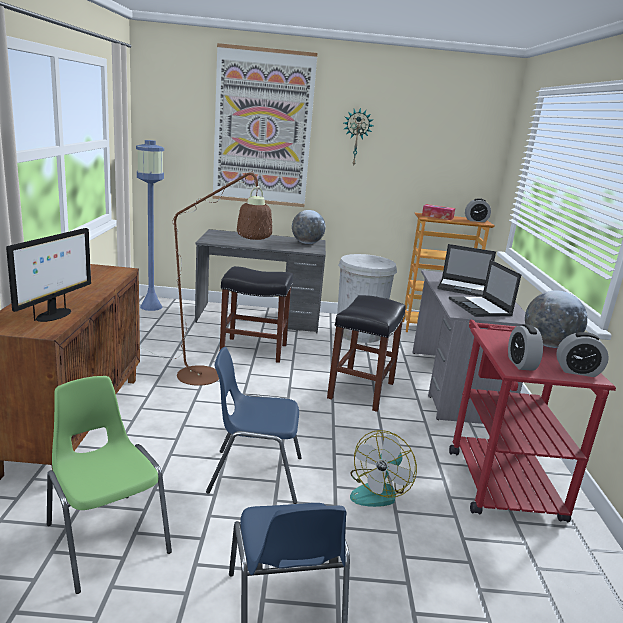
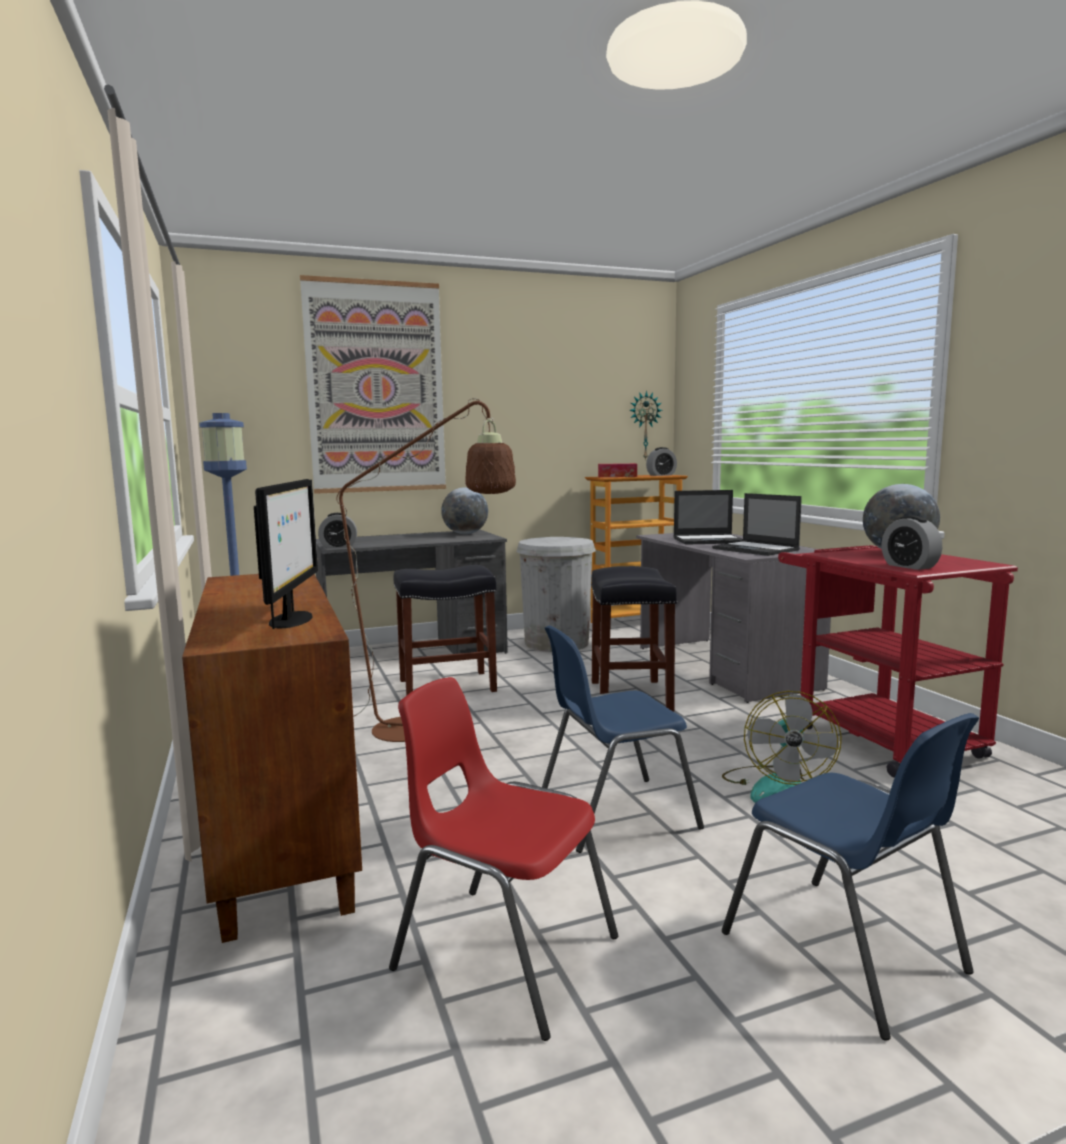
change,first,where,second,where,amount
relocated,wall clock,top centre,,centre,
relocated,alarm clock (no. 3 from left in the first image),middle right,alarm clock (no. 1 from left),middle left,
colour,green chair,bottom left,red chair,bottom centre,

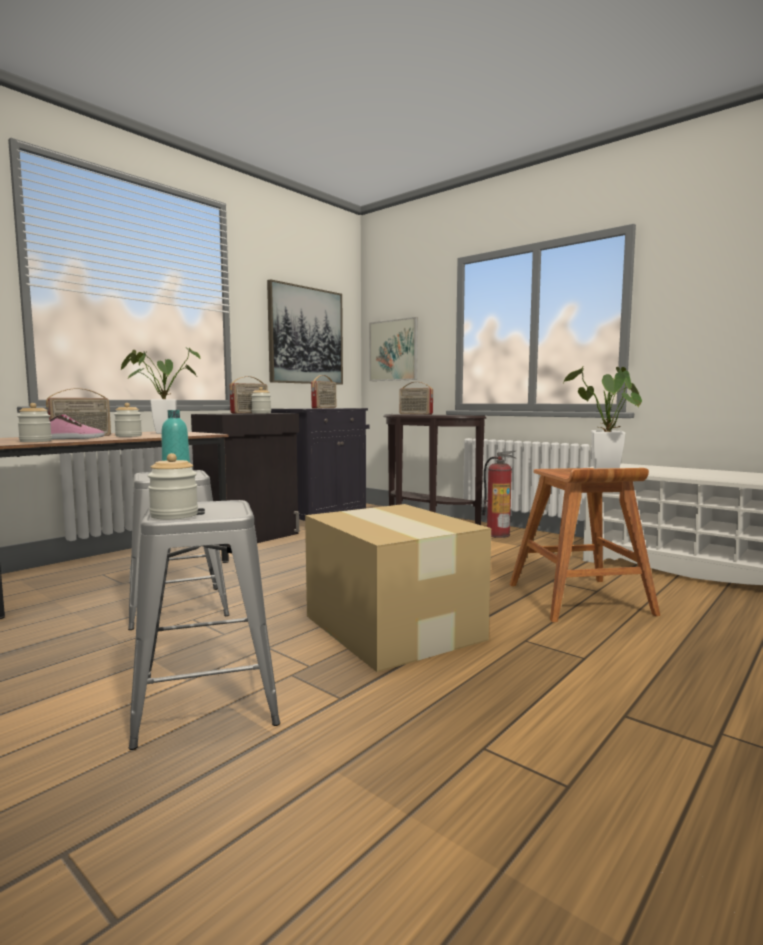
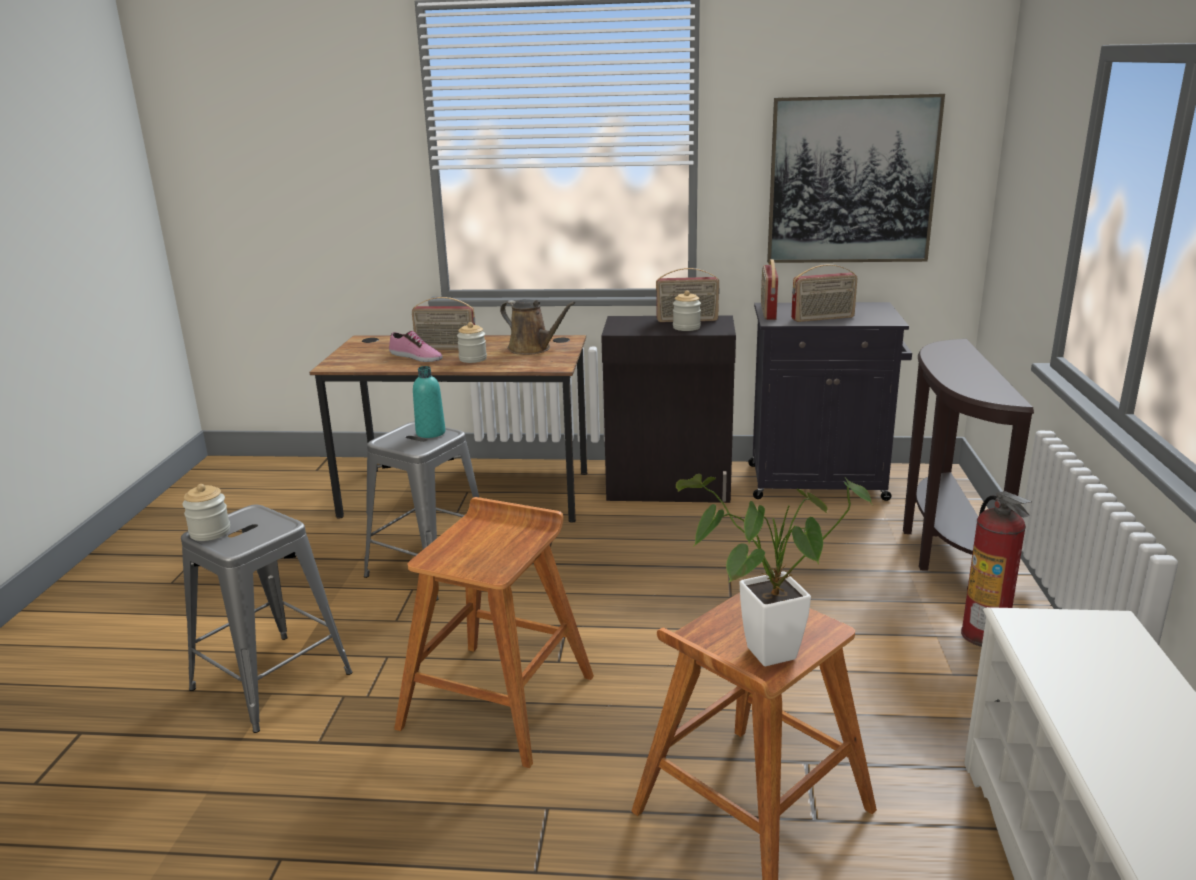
change,first,where,second,where,amount
missing,jar (no. 1 from left),middle left,,,
missing,picture (no. 2 from left),centre,,,
relocated,radio (no. 4 from left in the first image),centre,radio (no. 3 from left),top centre,
exchanged,potted plant (no. 1 from left),middle left,brown watering can,centre,
exchanged,cardboard box,centre,brown stool (no. 1 from left),bottom centre,

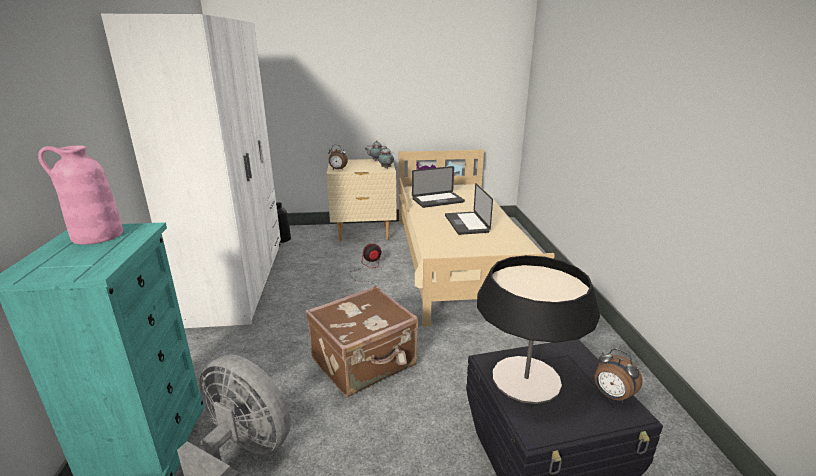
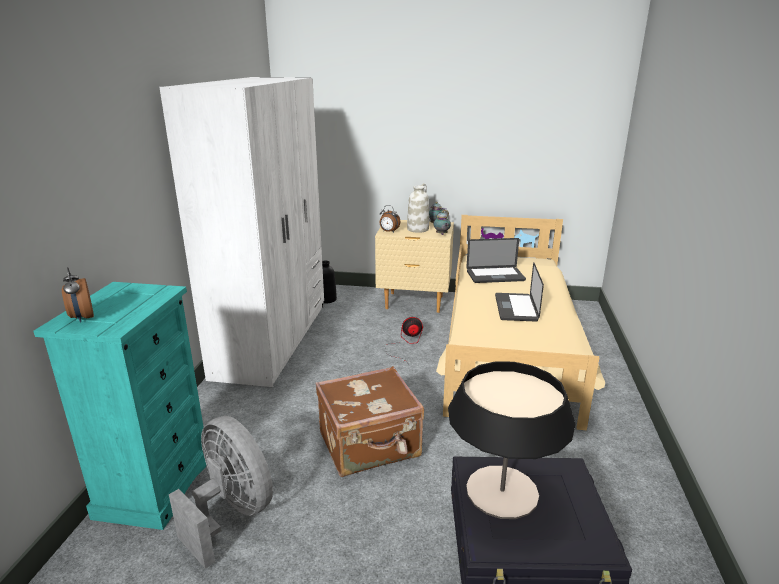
change,first,where,second,where,amount
missing,pink vase,middle left,,,
appeared,,,white vase,centre,
relocated,alarm clock (no. 2 from left in the first image),bottom right,alarm clock (no. 1 from left),middle left,

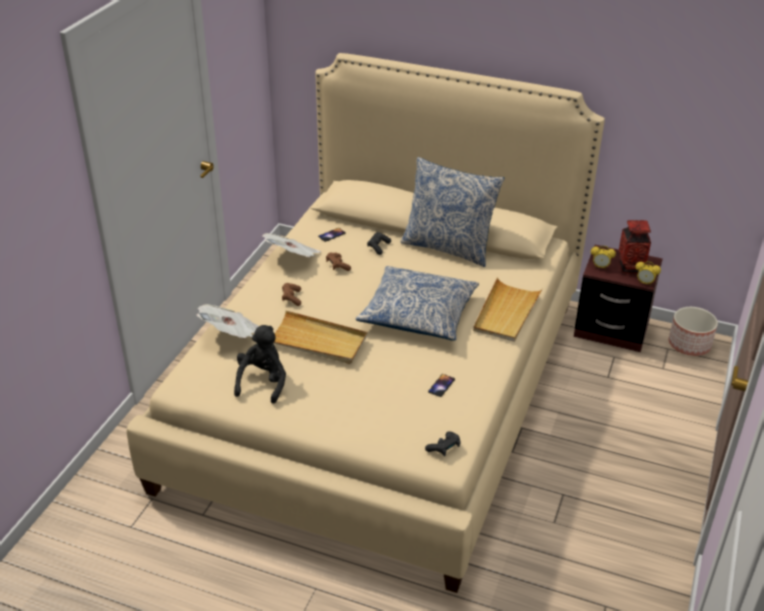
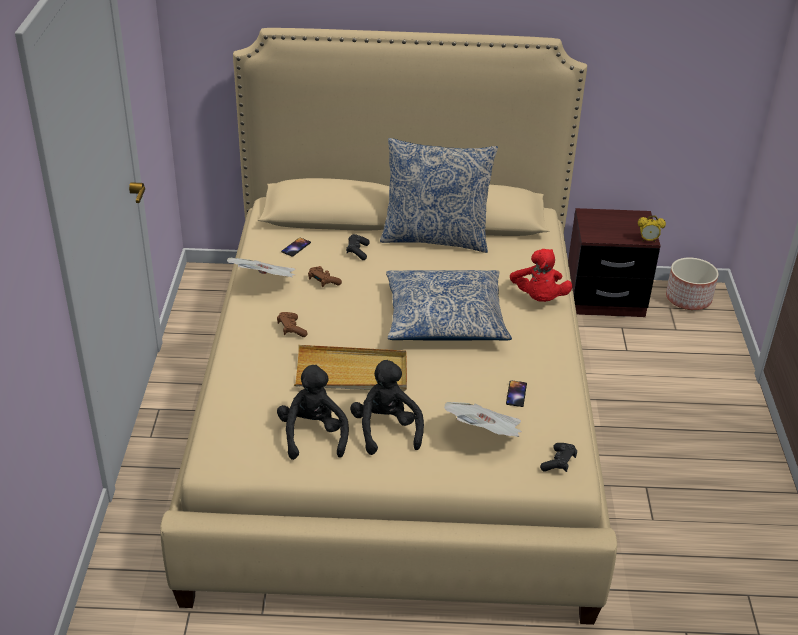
change,first,where,second,where,amount
missing,alarm clock (no. 1 from left),middle right,,,
missing,vase,middle right,,,
appeared,,,black plush toy (no. 2 from left),centre,
relocated,newspaper (no. 1 from left in the first image),middle left,newspaper (no. 2 from left),centre,
exchanged,beige tray (no. 2 from left),centre,red plush toy,middle right,

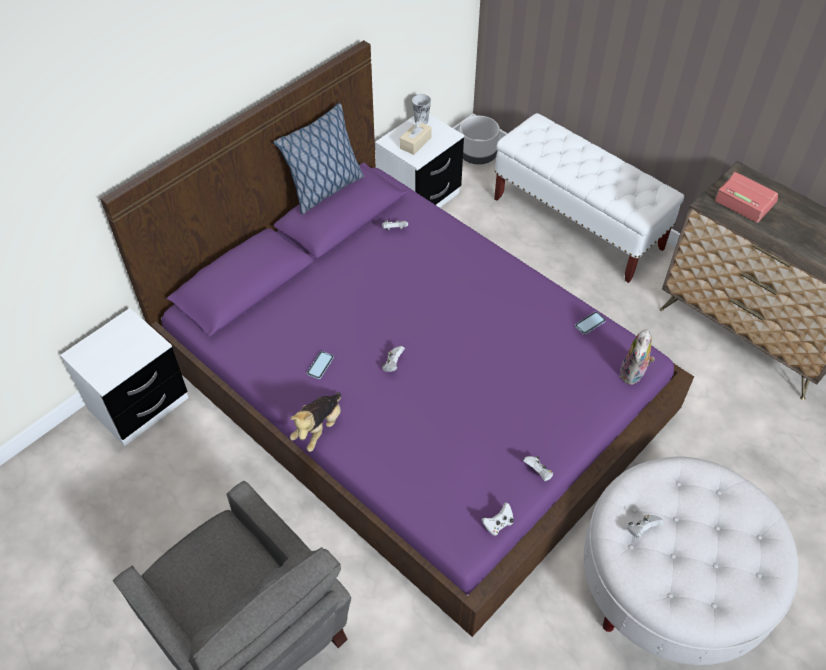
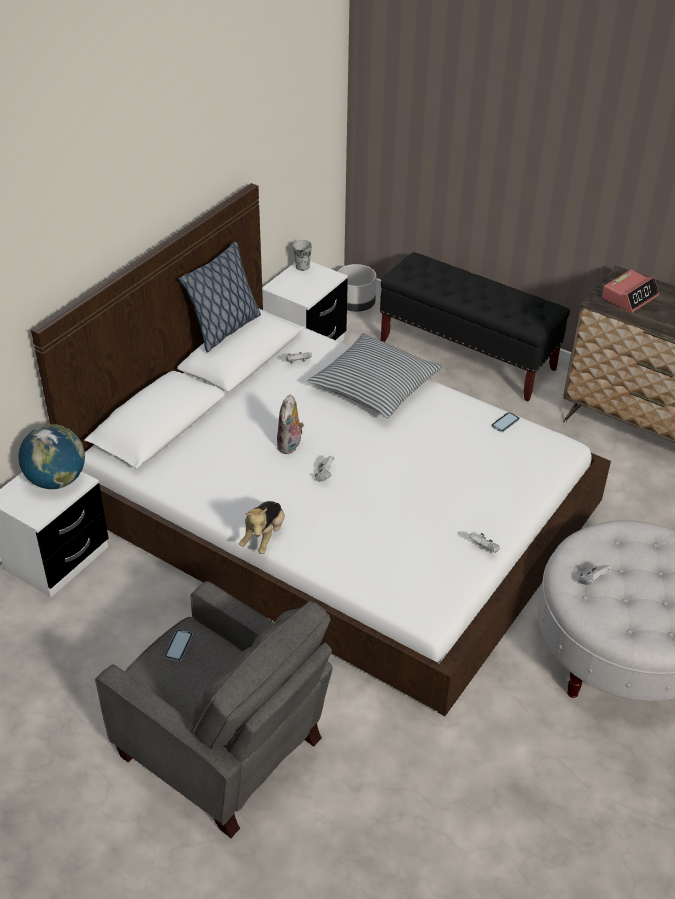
change,first,where,second,where,amount
missing,beige tissue box,top centre,,,
missing,white game controller (no. 3 from left),bottom centre,,,
appeared,,,globe,middle left,
appeared,,,pillow (no. 2 from left),centre,
relocated,phone (no. 1 from left),centre,,bottom left,
relocated,plush toy (no. 2 from left),middle right,,centre,
colour,purple bed,centre,white bed,centre,
colour,white bench,top right,black bench,middle right,
spun,alarm clock,top right,,top right,105 degrees clockwise

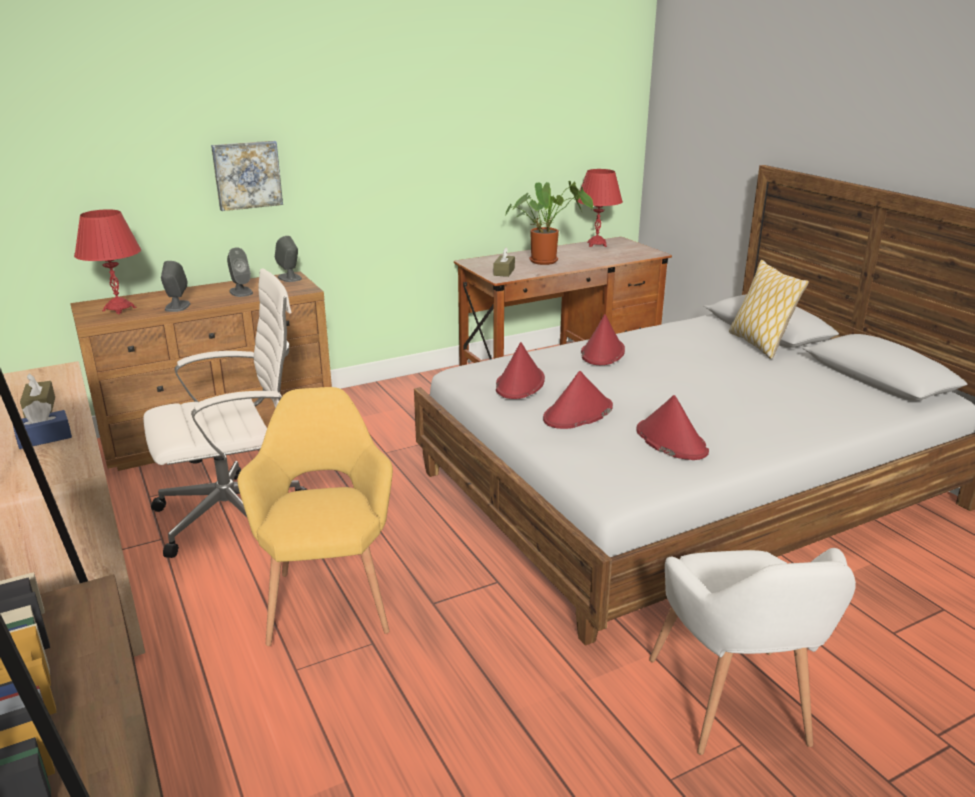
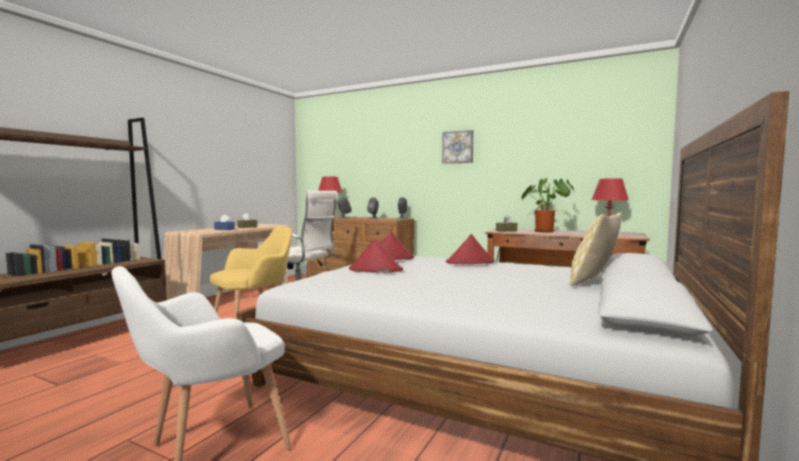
change,first,where,second,where,amount
missing,red hat (no. 4 from left),middle right,,,
relocated,picture,top left,,top centre,

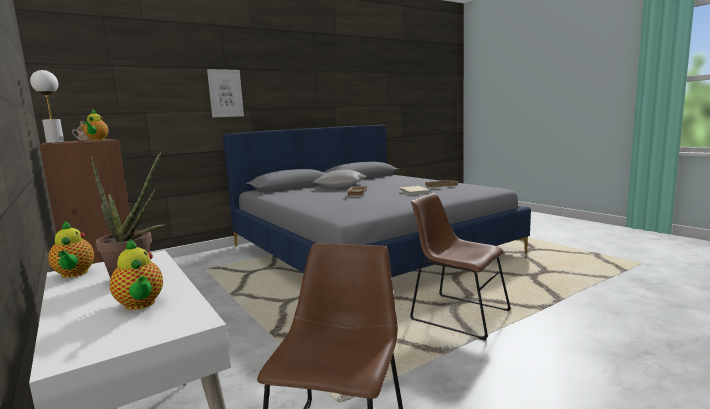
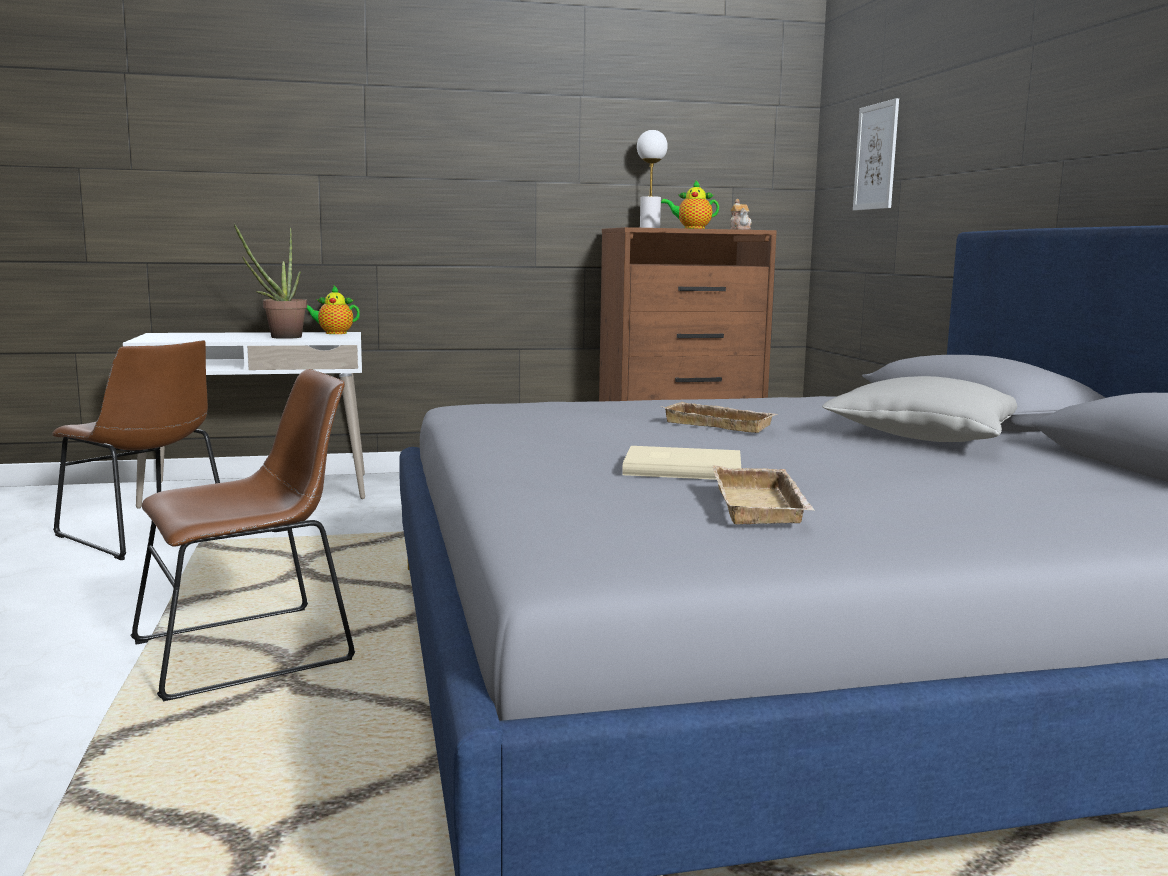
change,first,where,second,where,amount
missing,teapot (no. 4 from left),bottom left,,,
relocated,picture,top left,,top right,

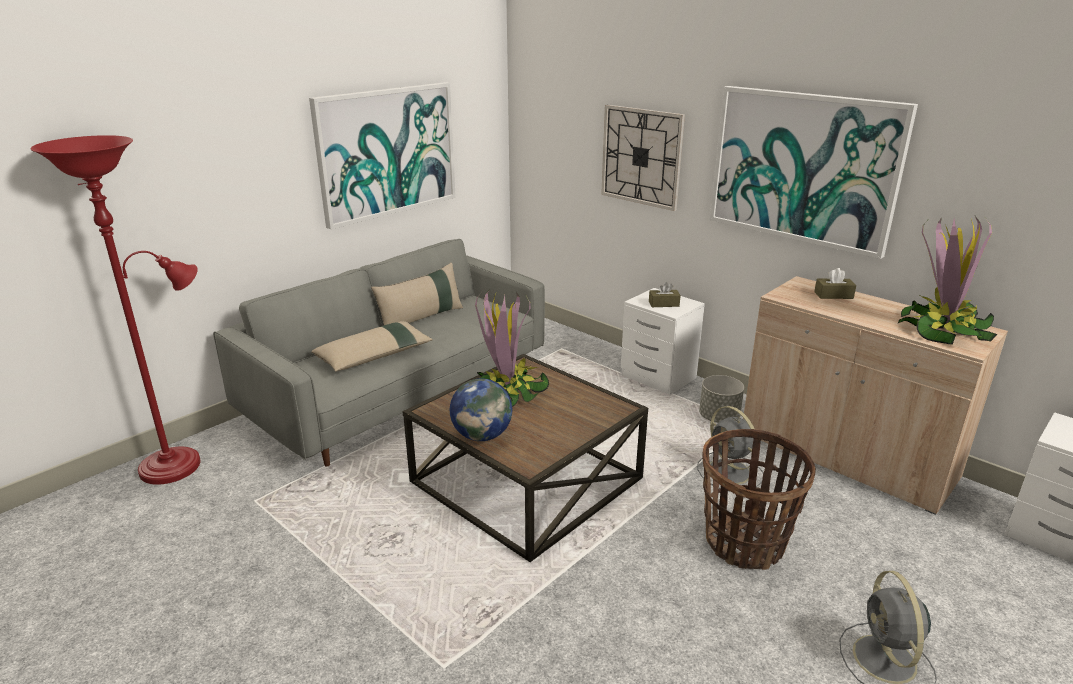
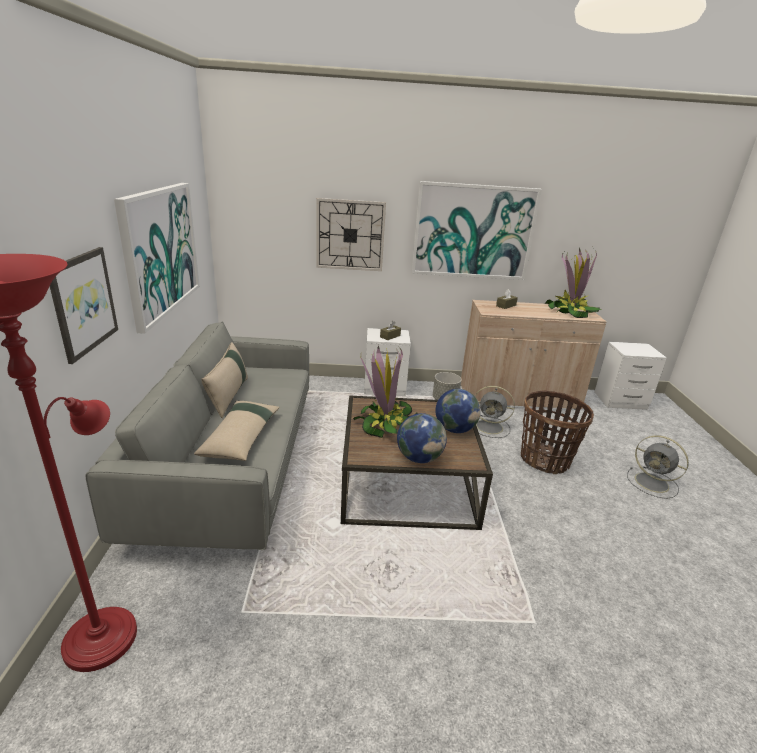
change,first,where,second,where,amount
appeared,,,picture (no. 1 from left),middle left,
appeared,,,globe (no. 2 from left),centre,

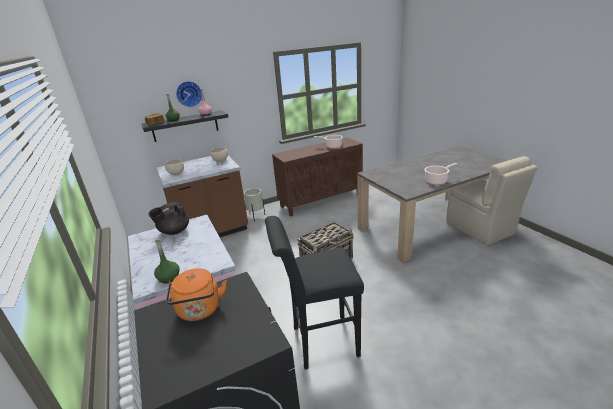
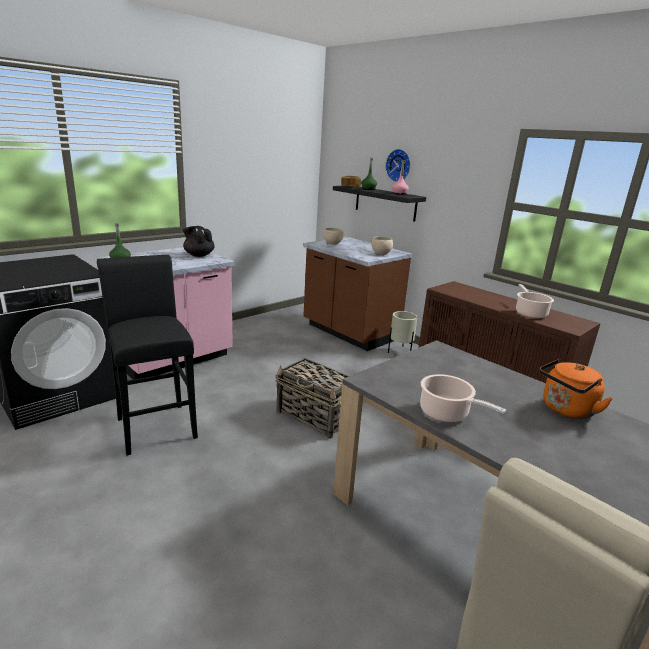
change,first,where,second,where,amount
relocated,orange kettle,bottom left,,middle right,

